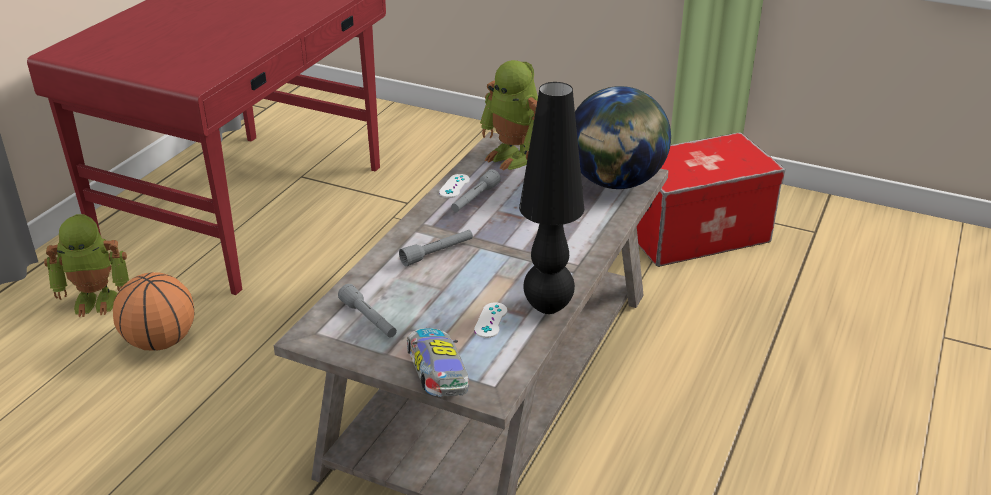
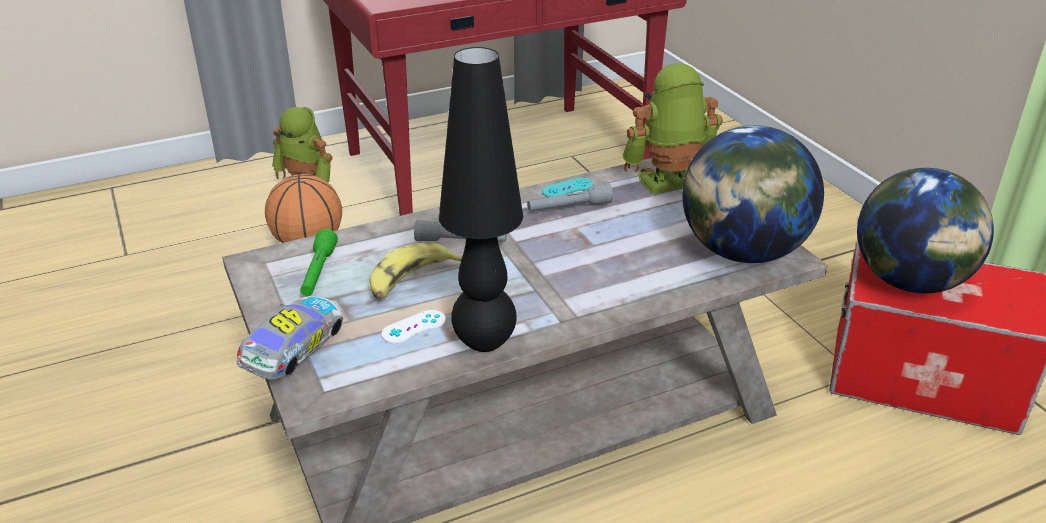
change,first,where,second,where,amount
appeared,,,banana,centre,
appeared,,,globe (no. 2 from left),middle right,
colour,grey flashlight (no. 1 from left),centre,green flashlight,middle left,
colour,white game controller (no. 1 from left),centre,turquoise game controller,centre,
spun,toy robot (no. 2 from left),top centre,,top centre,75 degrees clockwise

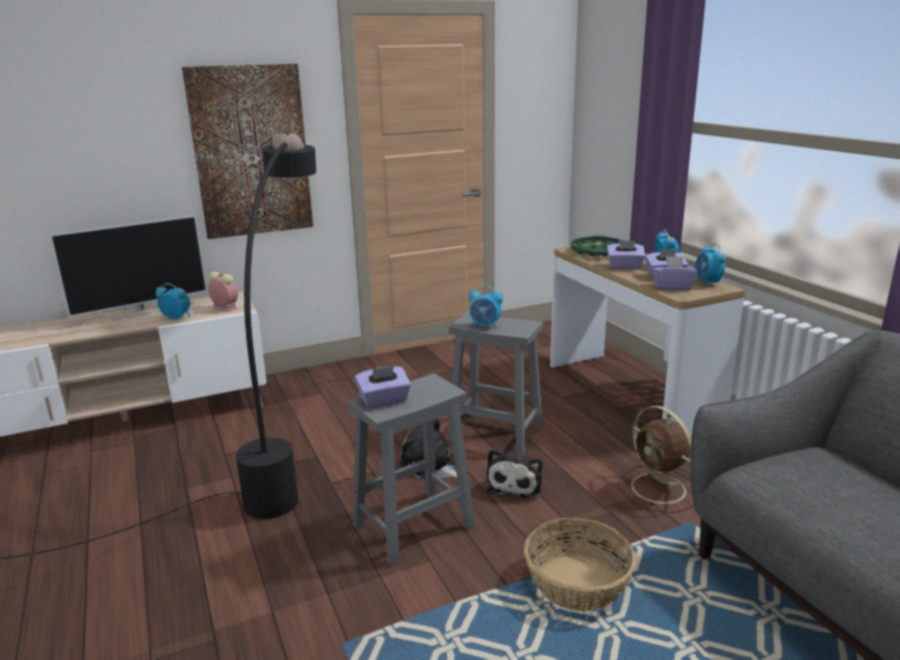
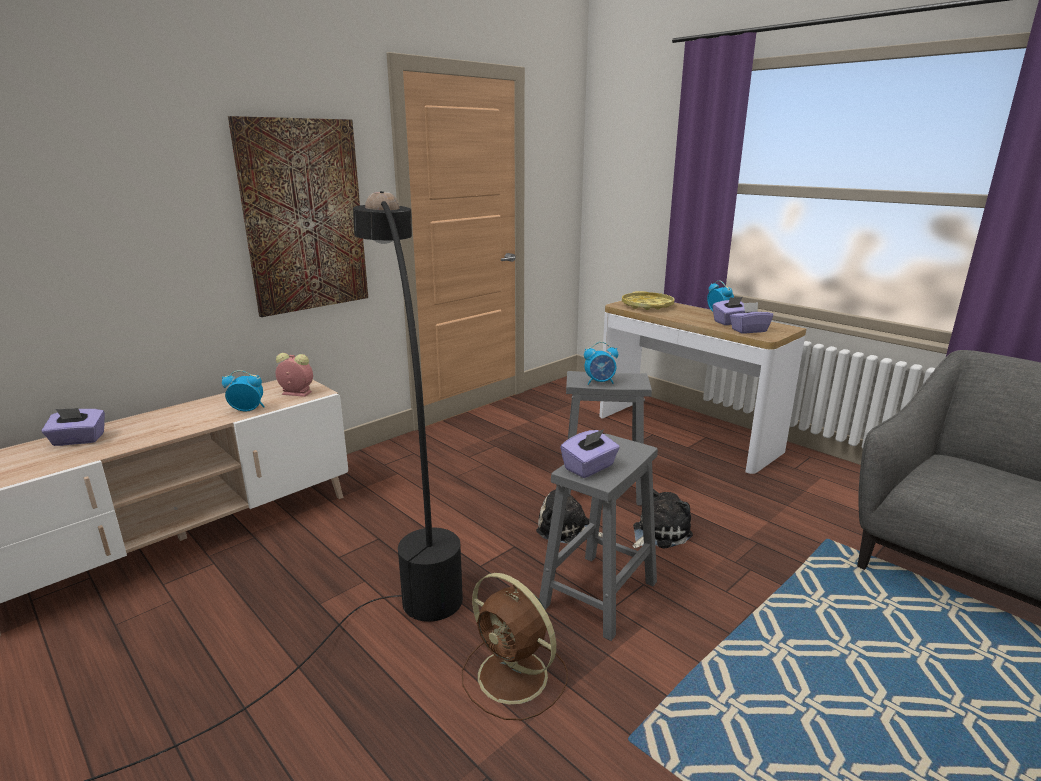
change,first,where,second,where,amount
missing,television,middle left,,,
missing,basket,bottom centre,,,
missing,alarm clock (no. 5 from left),middle right,,,
relocated,purple tissue box (no. 2 from left in the first image),middle right,purple tissue box (no. 1 from left),middle left,
relocated,brown fan,bottom right,,bottom centre,
colour,green tray,centre,yellow tray,centre,
spun,plush toy (no. 2 from left),bottom centre,,centre,120 degrees counterclockwise

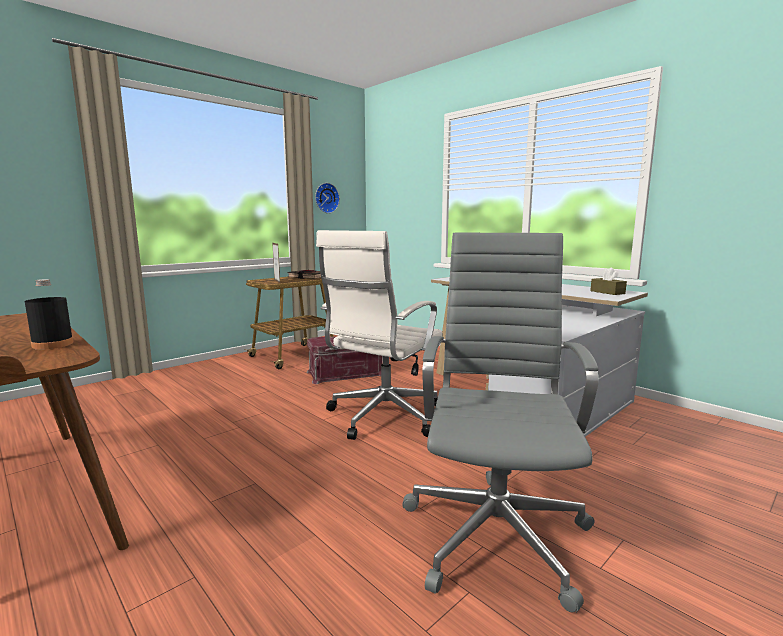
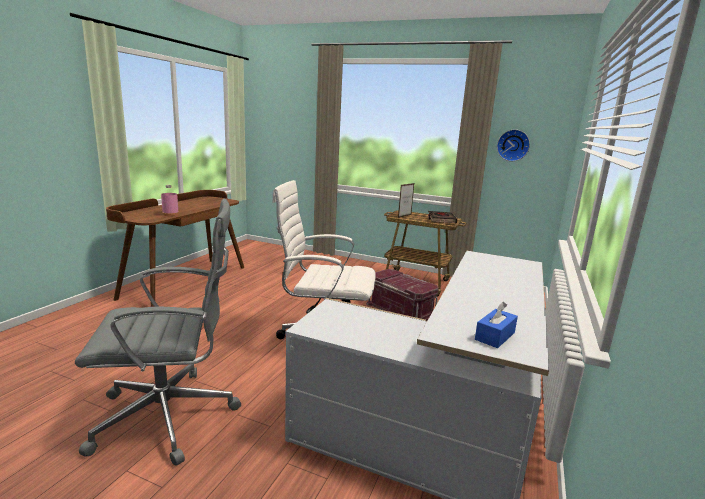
change,first,where,second,where,amount
colour,black bottle,middle left,pink bottle,middle left,
colour,brown tissue box,middle right,blue tissue box,middle right,

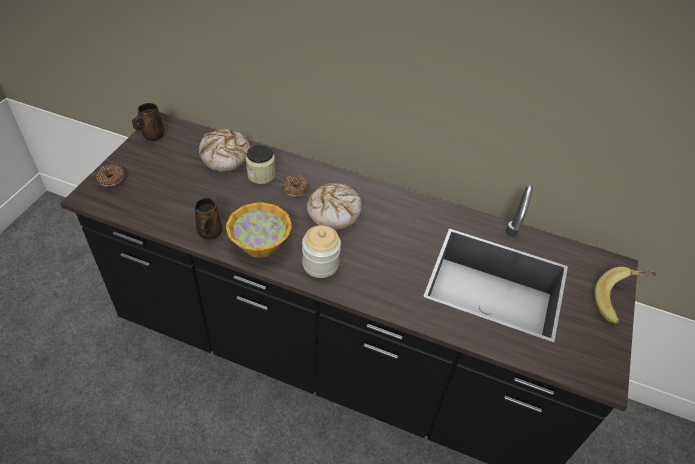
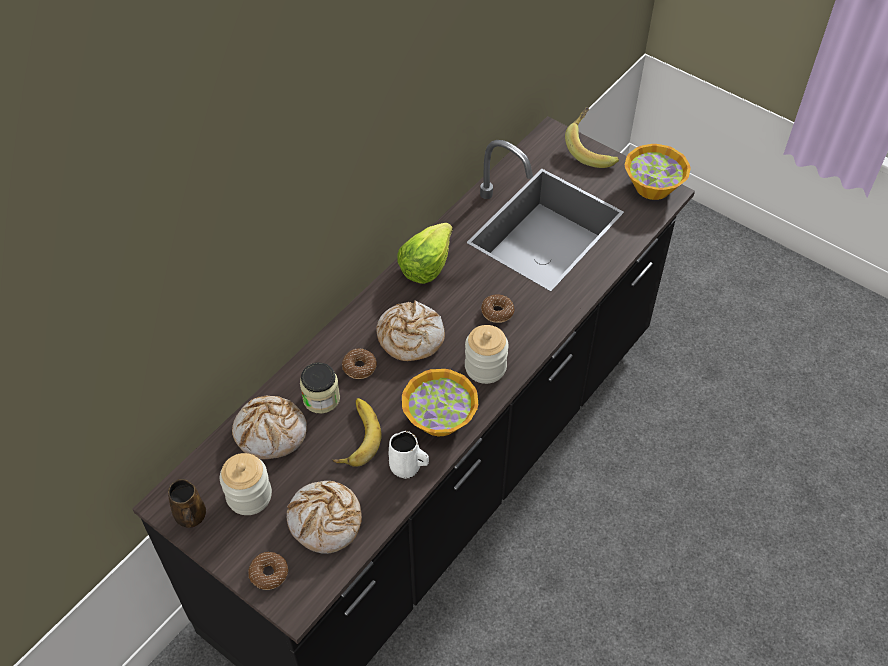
change,first,where,second,where,amount
appeared,,,jar (no. 1 from left),bottom left,
appeared,,,bread (no. 2 from left),bottom centre,
appeared,,,banana (no. 1 from left),centre,
appeared,,,lettuce,centre,
appeared,,,donut (no. 3 from left),centre,
appeared,,,bowl (no. 2 from left),top right,
colour,brown mug (no. 2 from left),middle left,white mug,bottom centre,

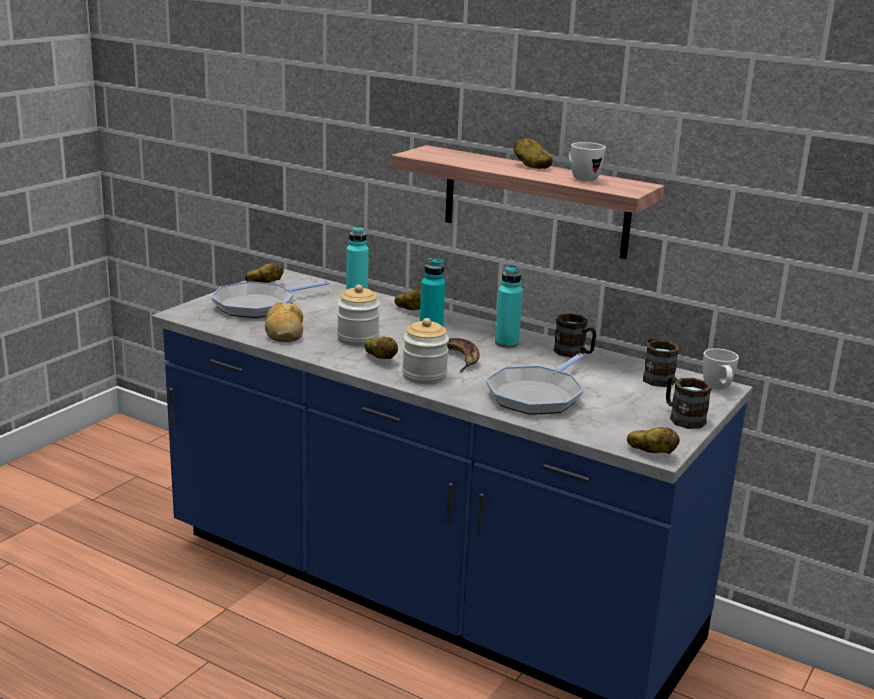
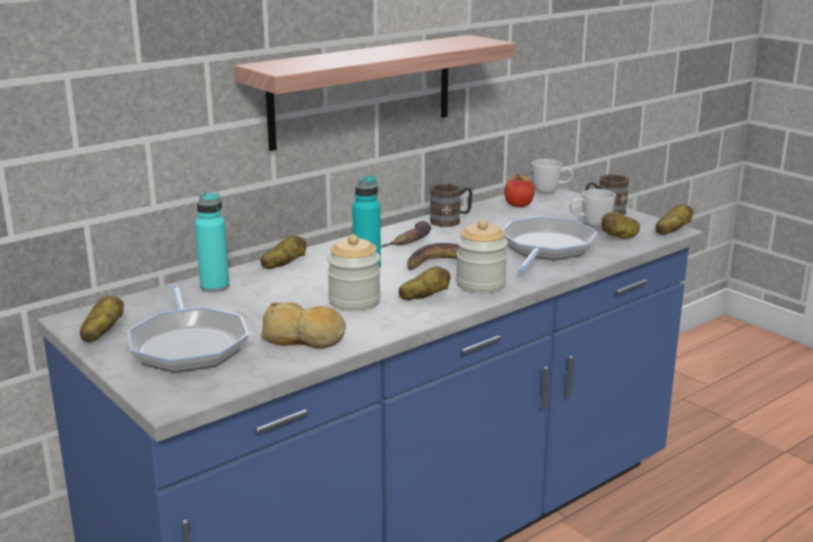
change,first,where,second,where,amount
relocated,potato (no. 4 from left),top centre,,middle right,
relocated,white mug (no. 1 from left in the first image),top right,white mug (no. 2 from left),middle right,
exchanged,turquoise bottle (no. 3 from left),centre,banana (no. 1 from left),centre,
exchanged,brown mug (no. 2 from left),middle right,apple,centre,
spun,frying pan (no. 2 from left),centre,,middle right,120 degrees counterclockwise

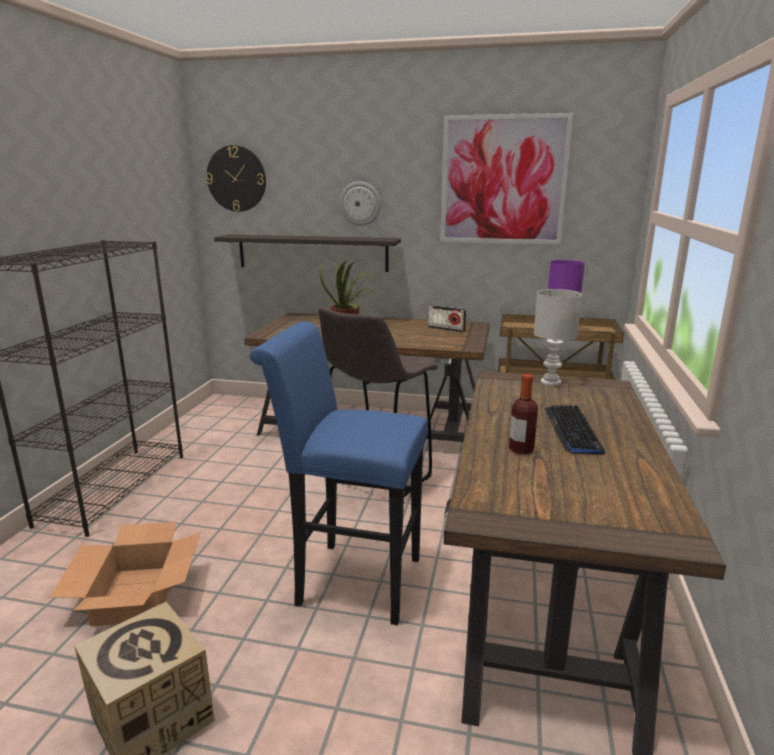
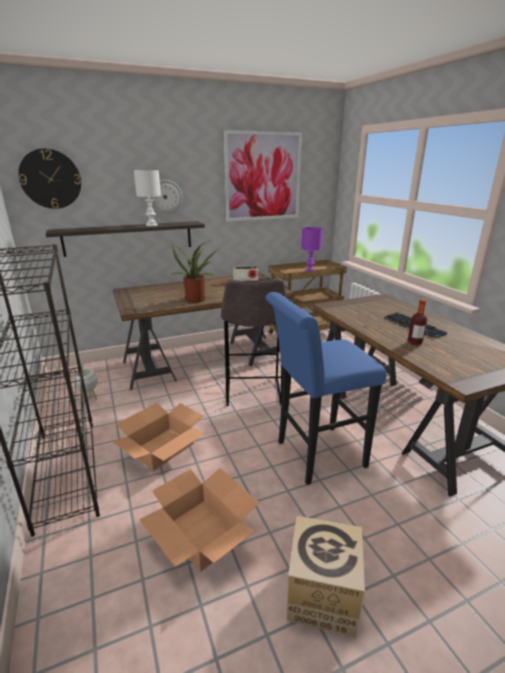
change,first,where,second,where,amount
appeared,,,white planter,middle left,
appeared,,,cardboard box (no. 1 from left),middle left,
relocated,white table lamp,middle right,,top left,

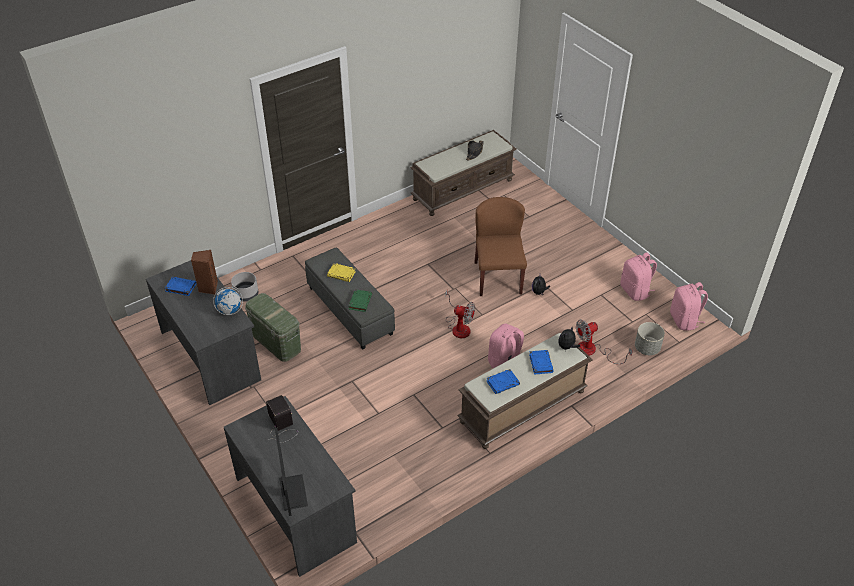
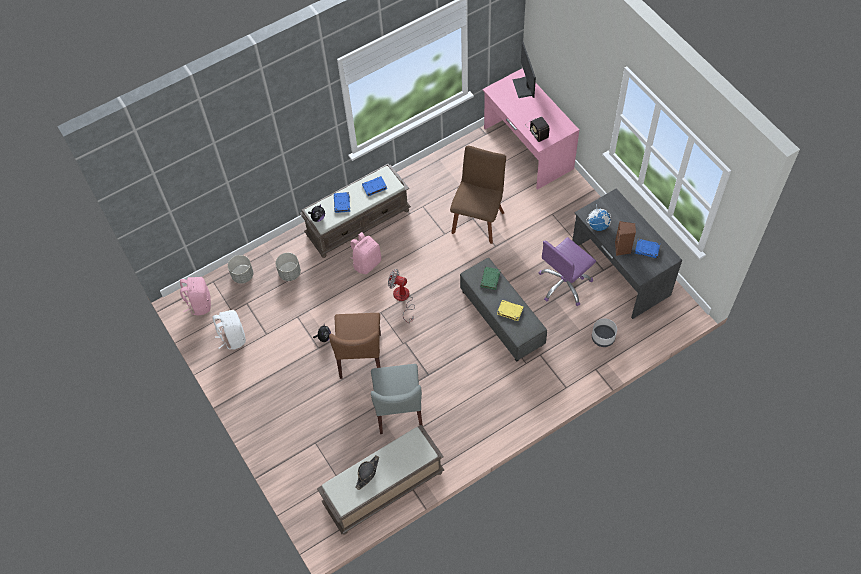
change,first,where,second,where,amount
appeared,,,grey chair,bottom centre,
appeared,,,brown chair (no. 2 from left),centre,
exchanged,green storage box,middle left,purple office chair,centre,
exchanged,fan (no. 2 from left),middle right,grey planter (no. 2 from left),centre,
colour,grey desk (no. 2 from left),bottom centre,pink desk,top centre,
colour,pink backpack (no. 2 from left),middle right,white backpack,middle left,

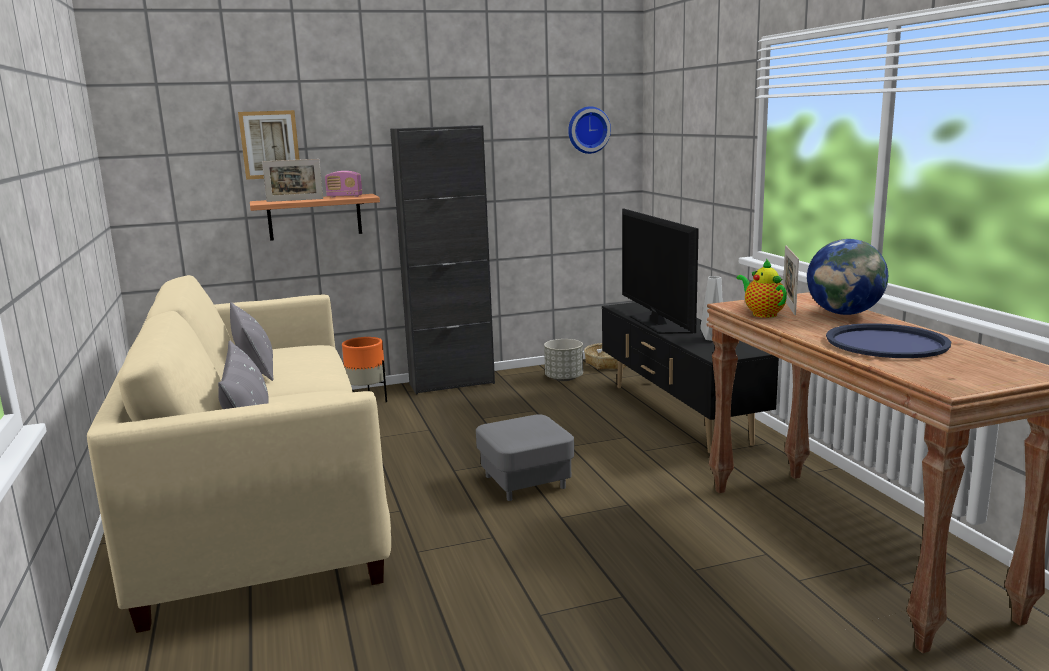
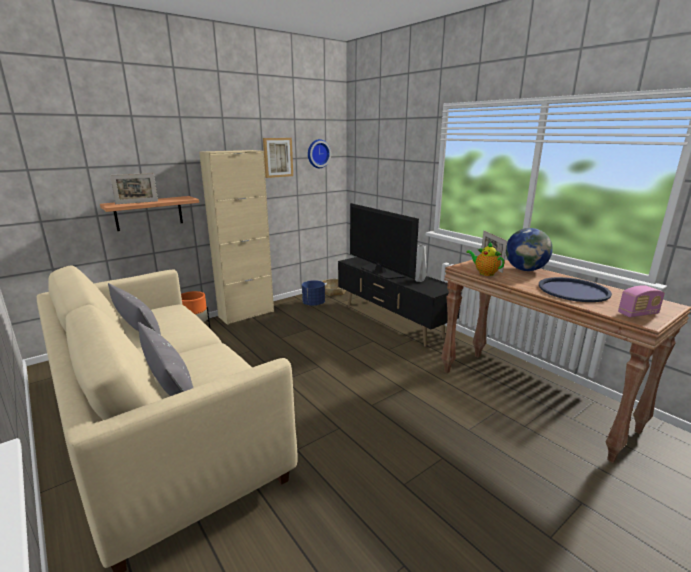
change,first,where,second,where,amount
missing,grey ottoman,bottom centre,,,
relocated,picture,top left,,top centre,
relocated,radio,top left,,middle right,
colour,black cabinet,centre,beige cabinet,centre,
colour,grey planter,centre,blue planter,centre,

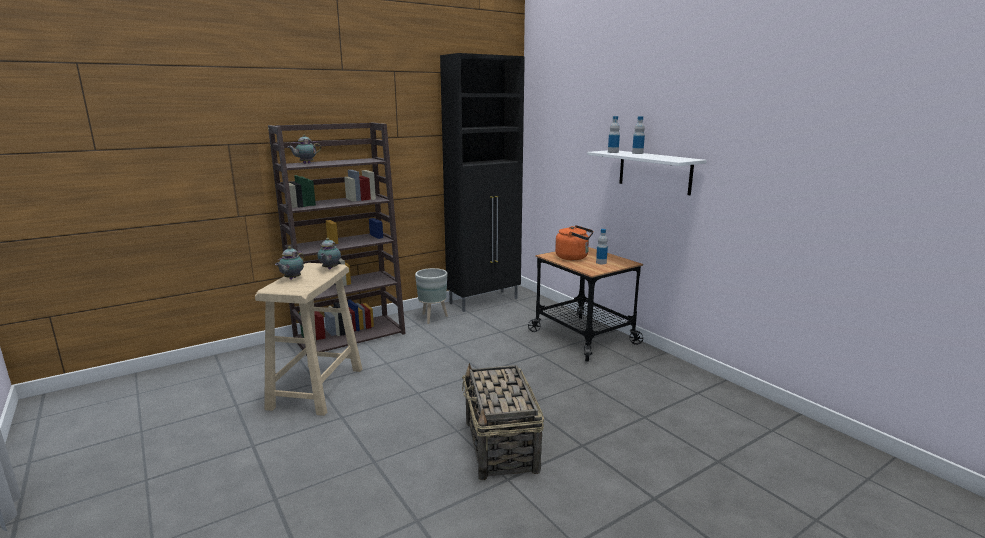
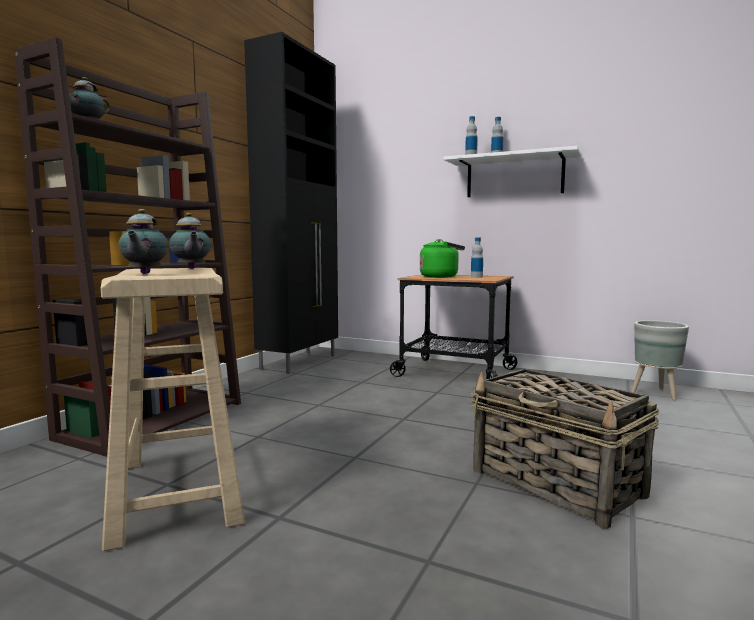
change,first,where,second,where,amount
relocated,grey planter,centre,,middle right,
colour,orange kettle,centre,green kettle,centre,

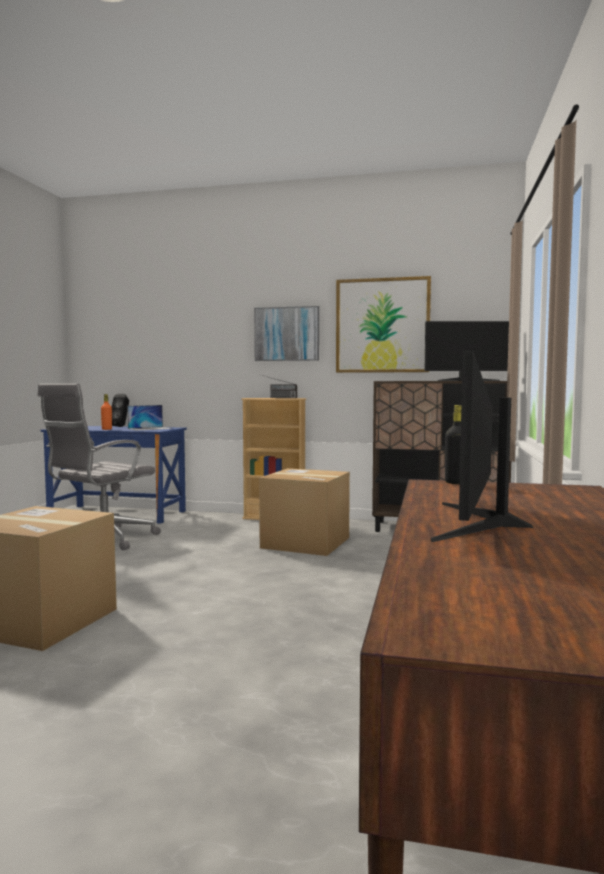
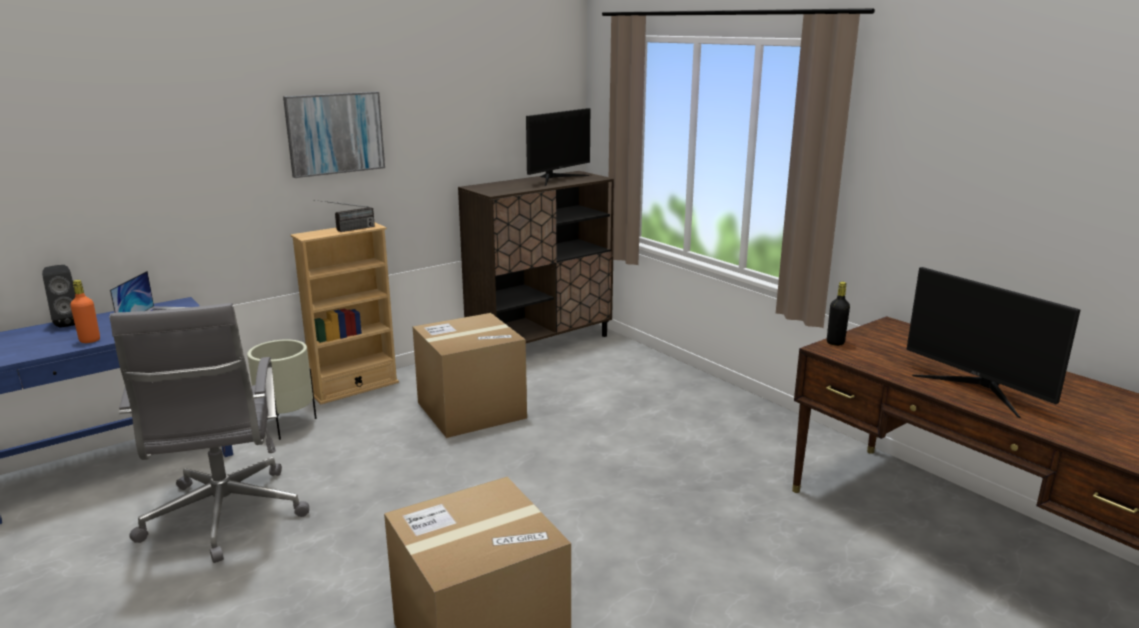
change,first,where,second,where,amount
missing,picture (no. 2 from left),centre,,,
appeared,,,beige planter,middle left,

